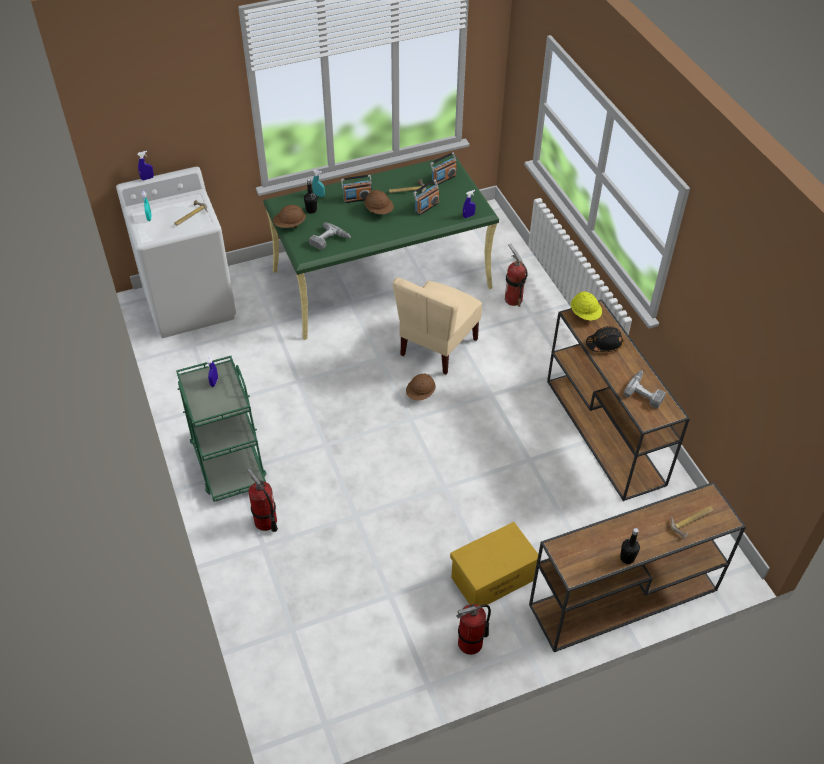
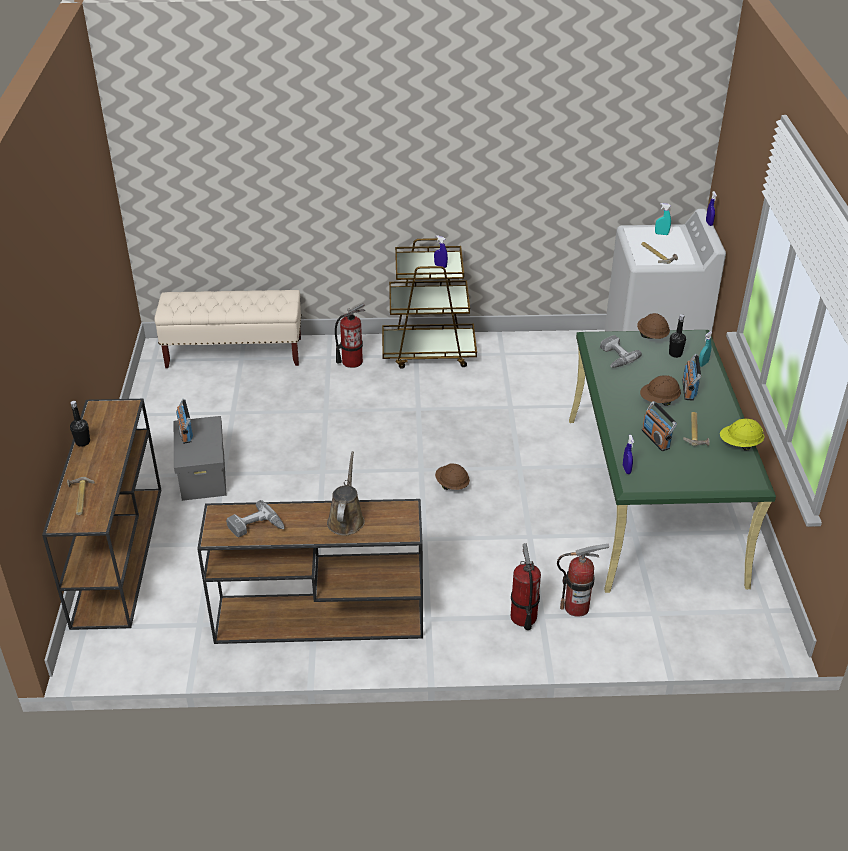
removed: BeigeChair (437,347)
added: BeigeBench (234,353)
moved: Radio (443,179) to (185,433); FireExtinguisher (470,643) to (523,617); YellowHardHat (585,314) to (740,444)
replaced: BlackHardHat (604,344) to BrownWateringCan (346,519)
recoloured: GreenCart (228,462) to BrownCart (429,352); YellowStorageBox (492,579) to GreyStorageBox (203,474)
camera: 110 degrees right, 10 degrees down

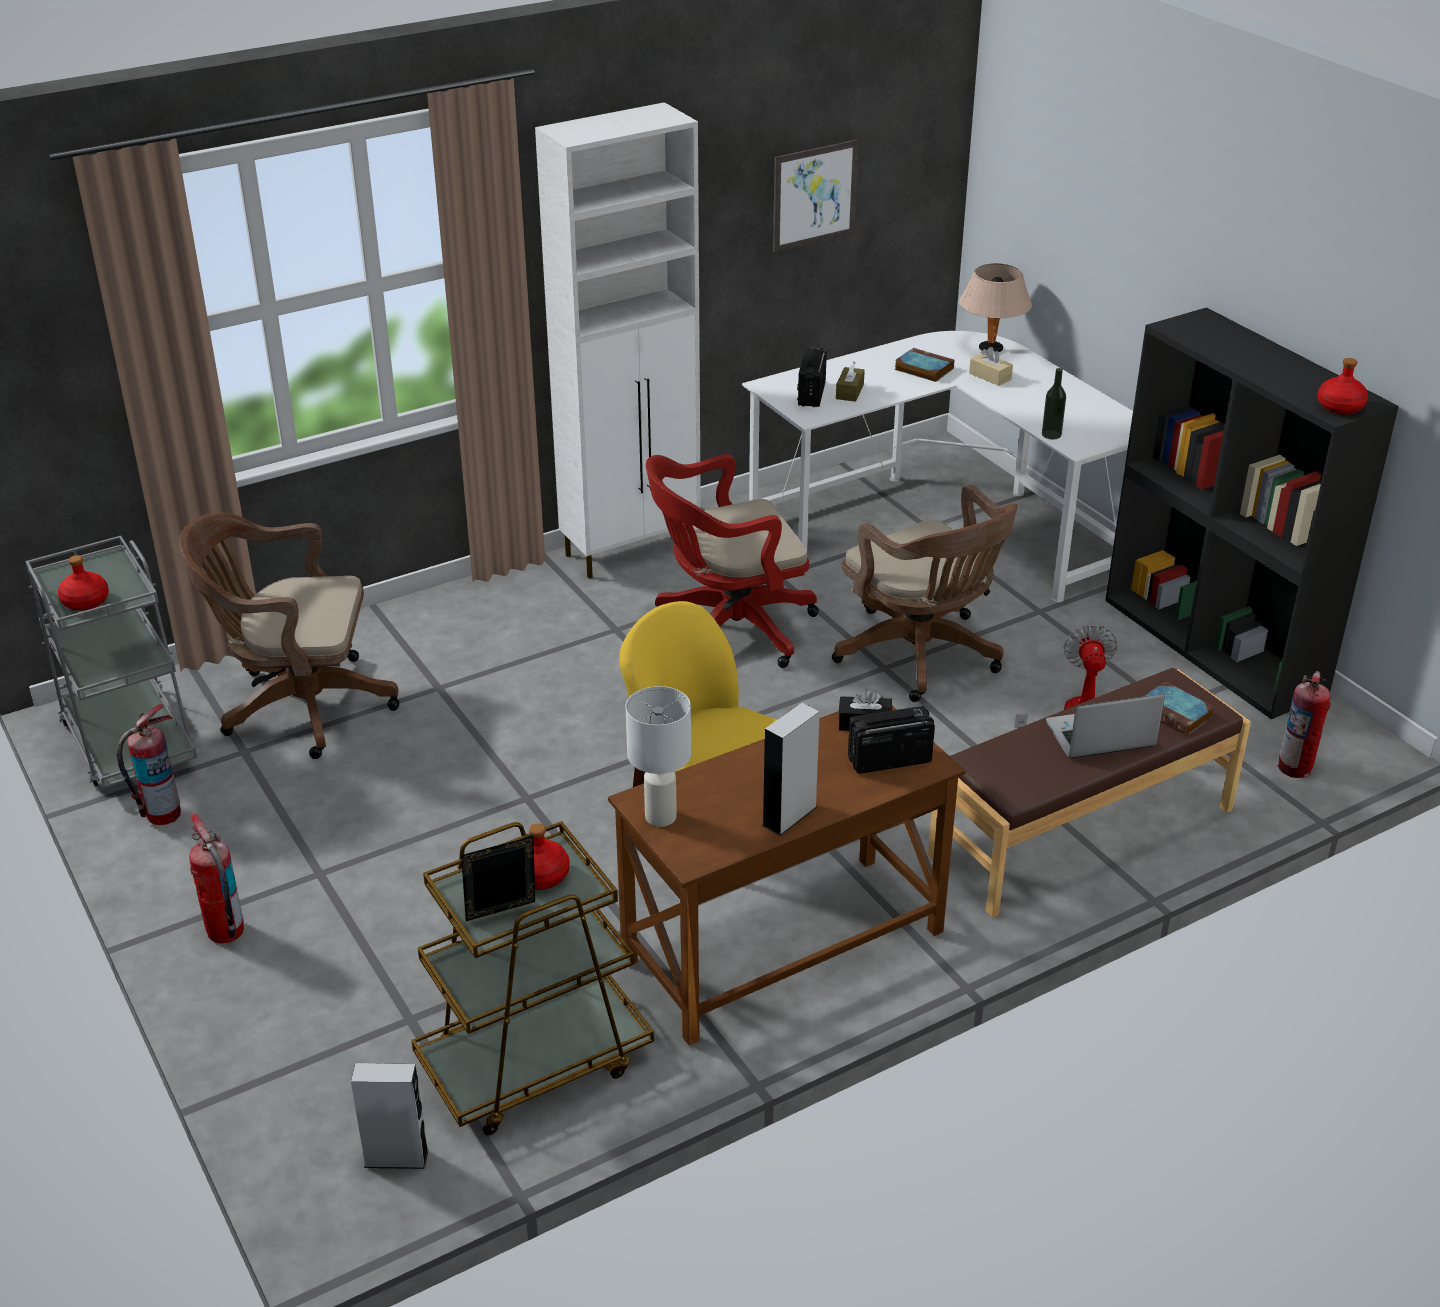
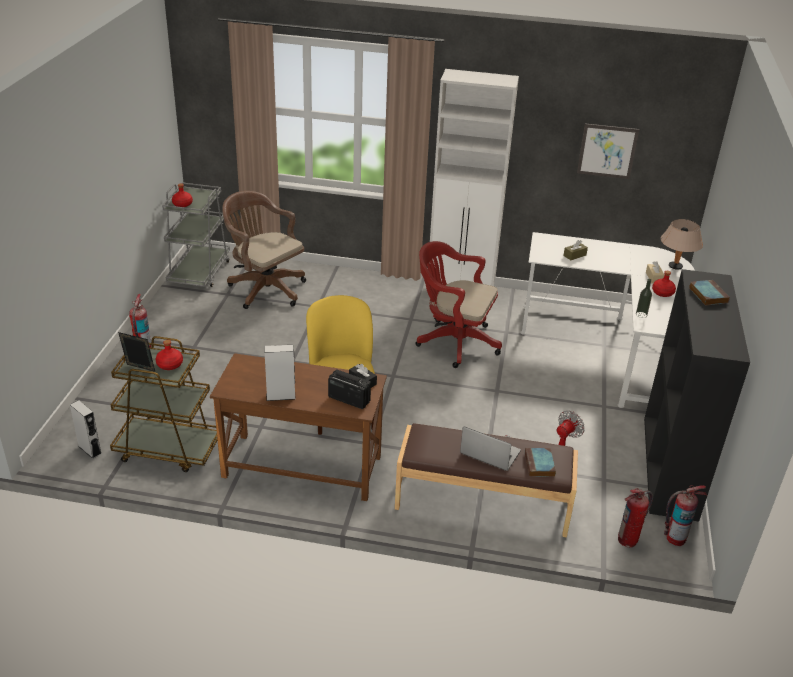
removed: WhiteTableLamp (661,817); Radio (811,394); BrownOfficeChair (922,657)
moved: FireExtinguisher (162,814) to (675,538); Book (922,369) to (707,295); RedBottle (1339,407) to (662,292)
camera: 40 degrees right, 0 degrees up

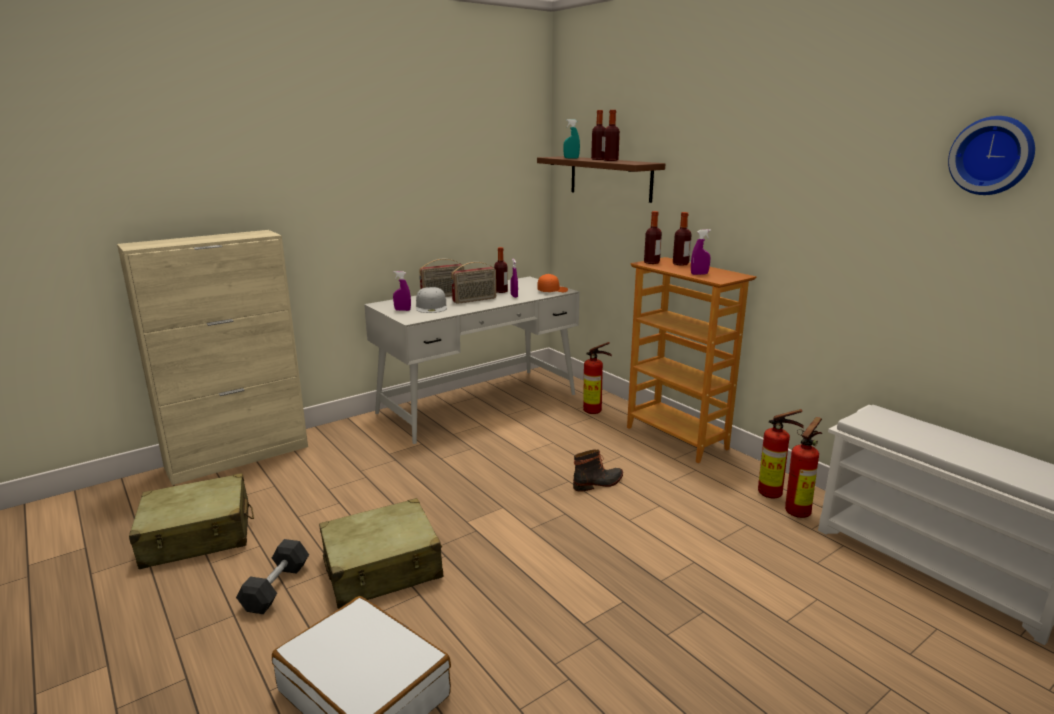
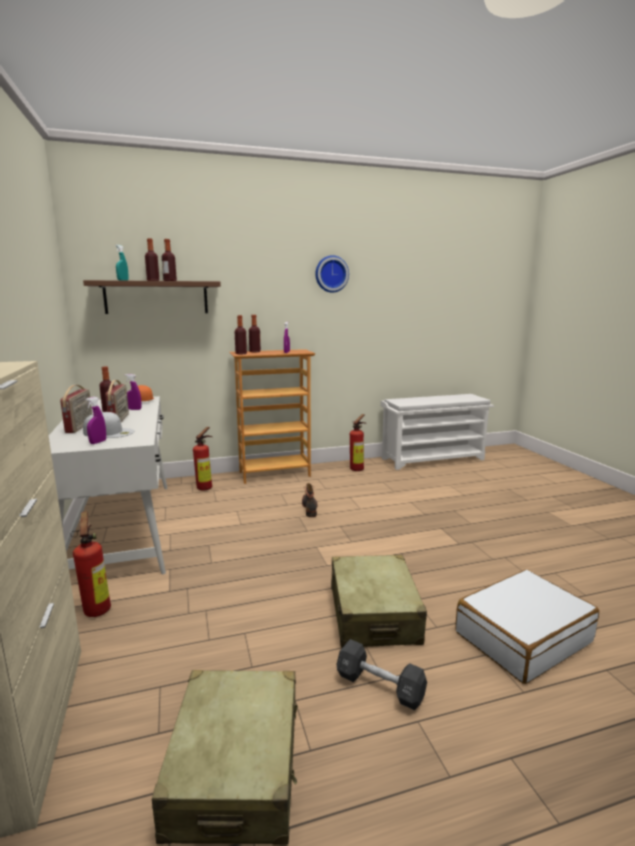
moved: FireExtinguisher (799,511) to (98,608); WallClock (992,155) to (331,274)
camera: 70 degrees left, 5 degrees down

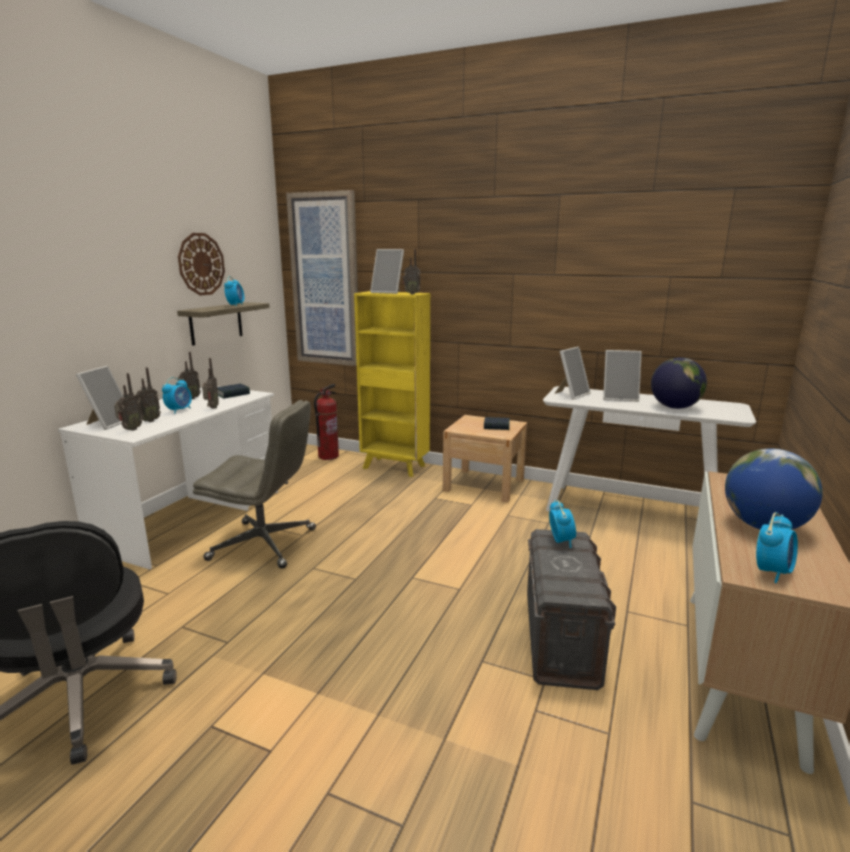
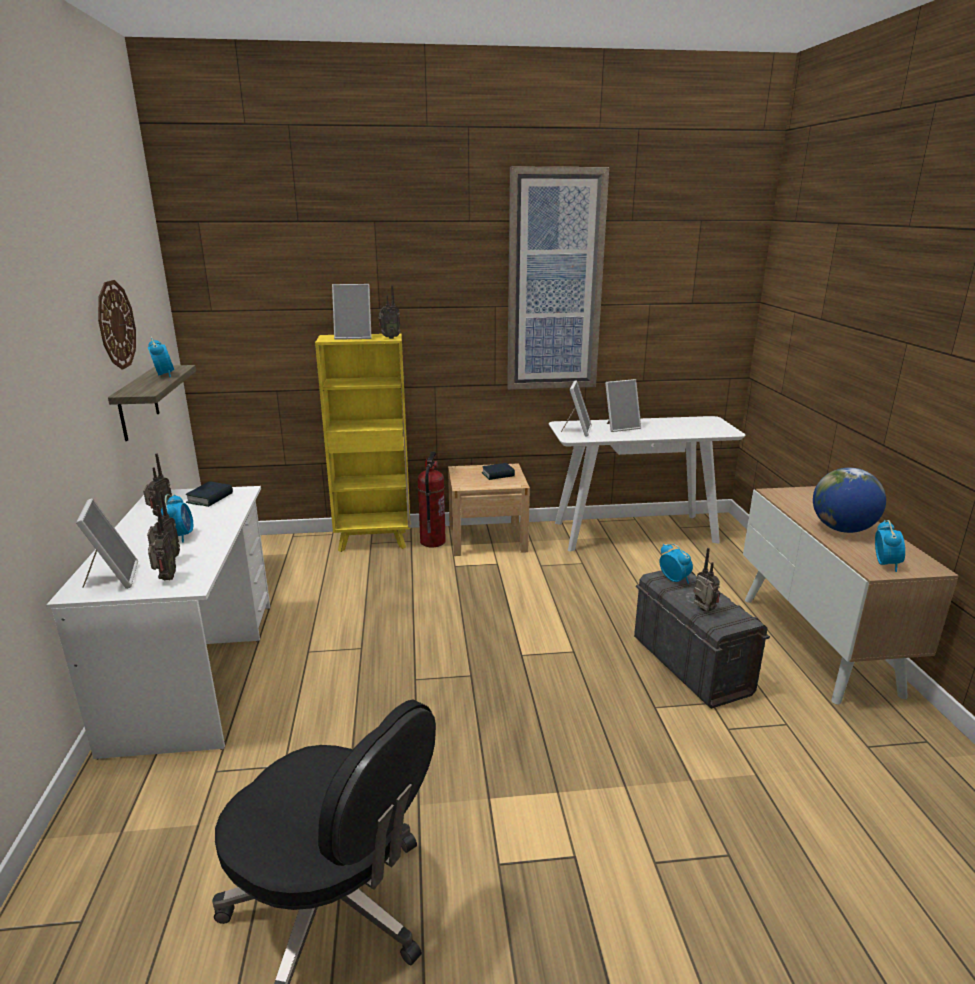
removed: GreyOfficeChair (264,544); Globe (675,407)
moved: Radio (211,408) to (702,611); Picture (325,281) to (554,283); FireExtinguisher (328,456) to (432,542)
camera: 30 degrees left, 5 degrees up

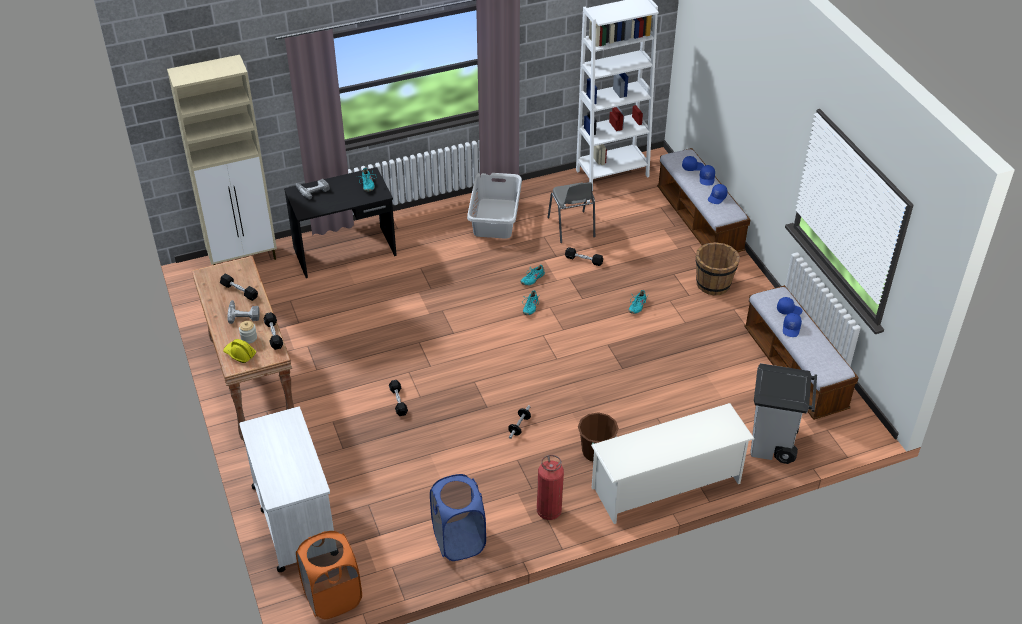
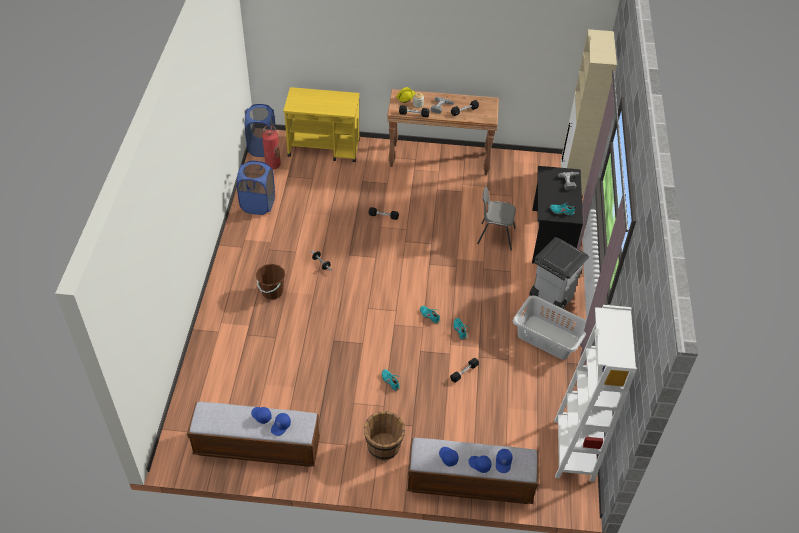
removed: WhiteShoeRack (666,485)
moved: FireExtinguisher (549,511) to (273,165); GreyChair (571,228) to (495,236); GreyTrashCan (773,444) to (550,297)
recoloured: WhiteCart (294,519) to YellowCart (324,148); OrangeLaundryBasket (333,597) to BlueLaundryBasket (262,147)
camera: 115 degrees right, 5 degrees up

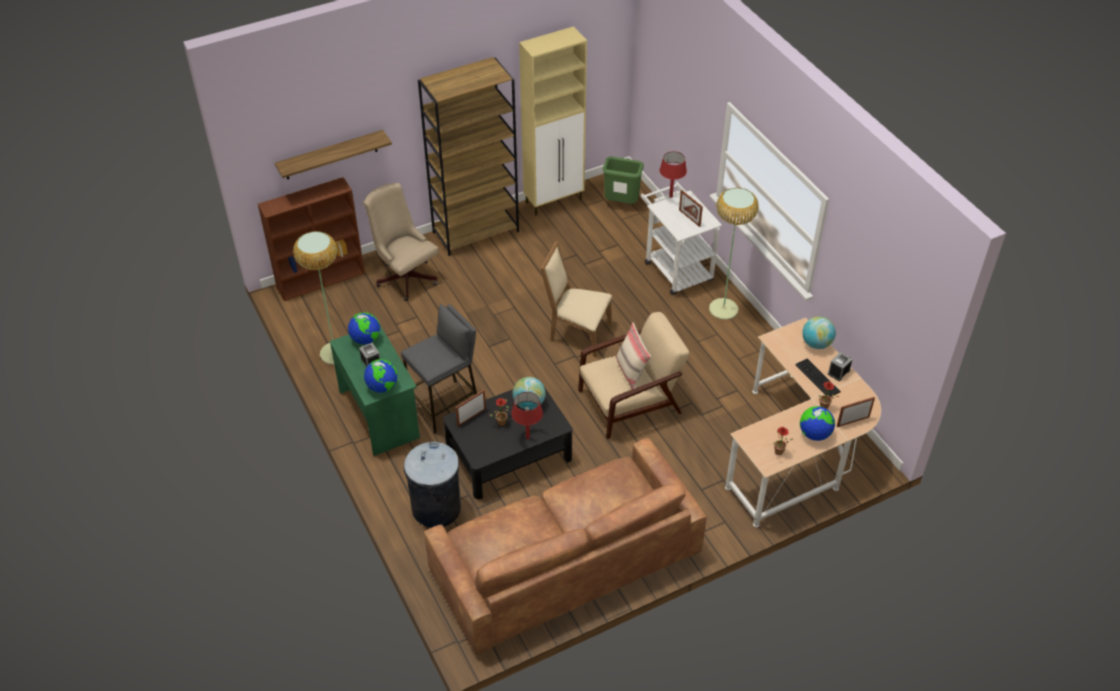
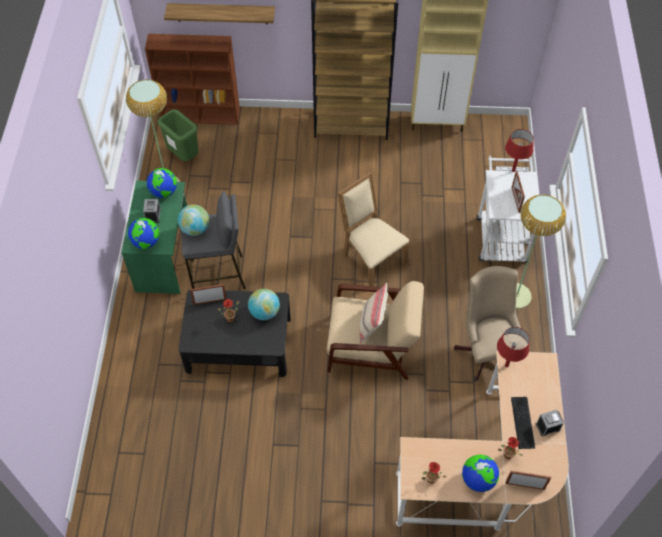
removed: GreyTrashCan (436,508); BrownSofa (565,559)
moved: BeigeOfficeChair (405,276) to (486,350); RedTableLamp (528,437) to (506,365); GreenTrashCan (621,203) to (184,156); Globe (816,344) to (195,229)
camera: 30 degrees right, 10 degrees up

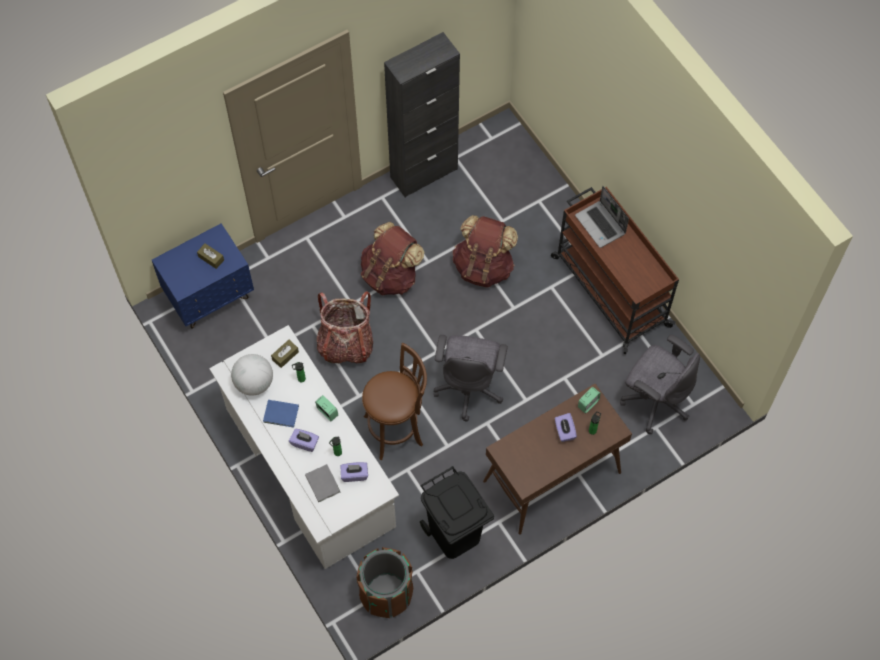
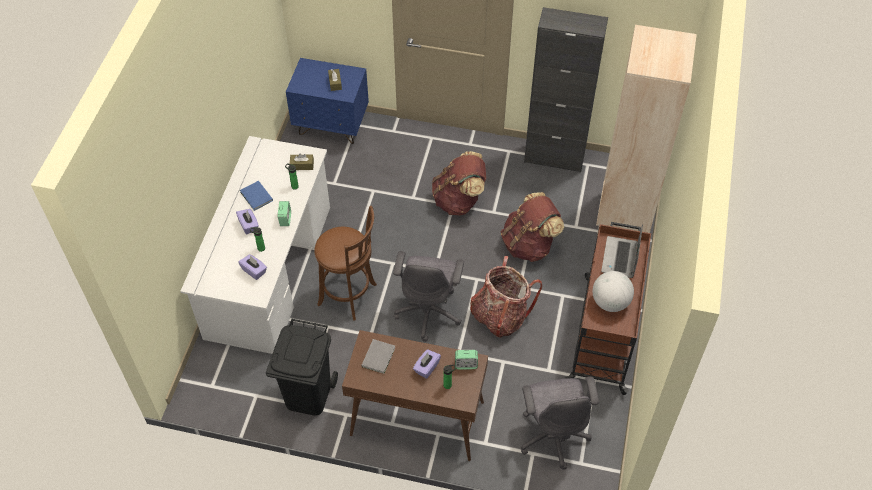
removed: BrownTrashCan (386,593)
added: BeigeBookcase (624,218)
moved: Globe (254,383) to (610,302); GreyBook (323,482) to (379,356); Backpack (346,344) to (500,315)
turned: GreyOfficeChair (469,387) = (429,311) 45 degrees counterclockwise
camera: 45 degrees right, 10 degrees down

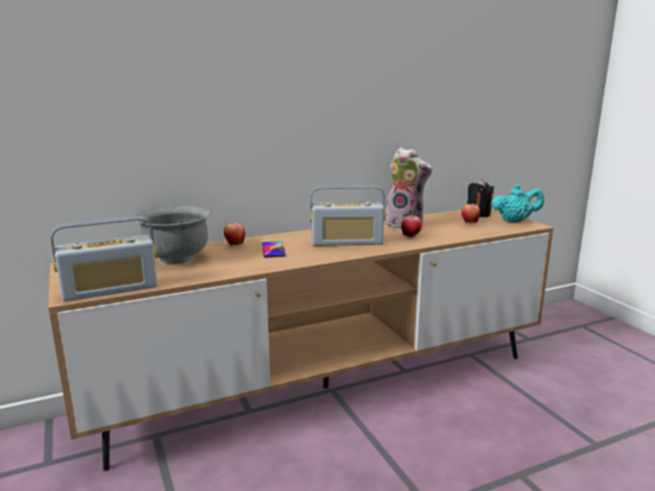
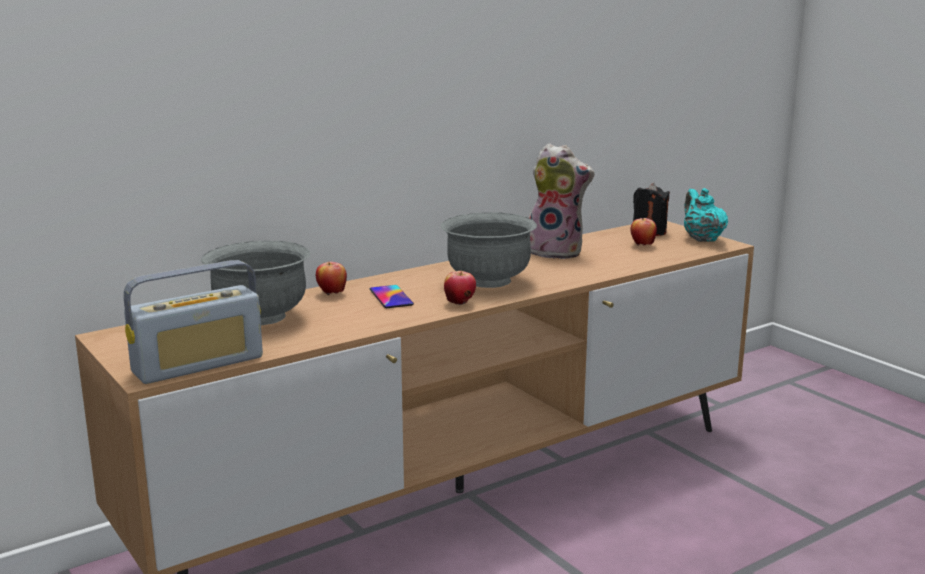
moved: Apple (411,236) to (460,303)
replaced: Radio (347,242) to GreyBowl (488,281)
turned: TurquoiseTeapot (515,221) = (701,239) 90 degrees counterclockwise
camera: 10 degrees left, 0 degrees up

